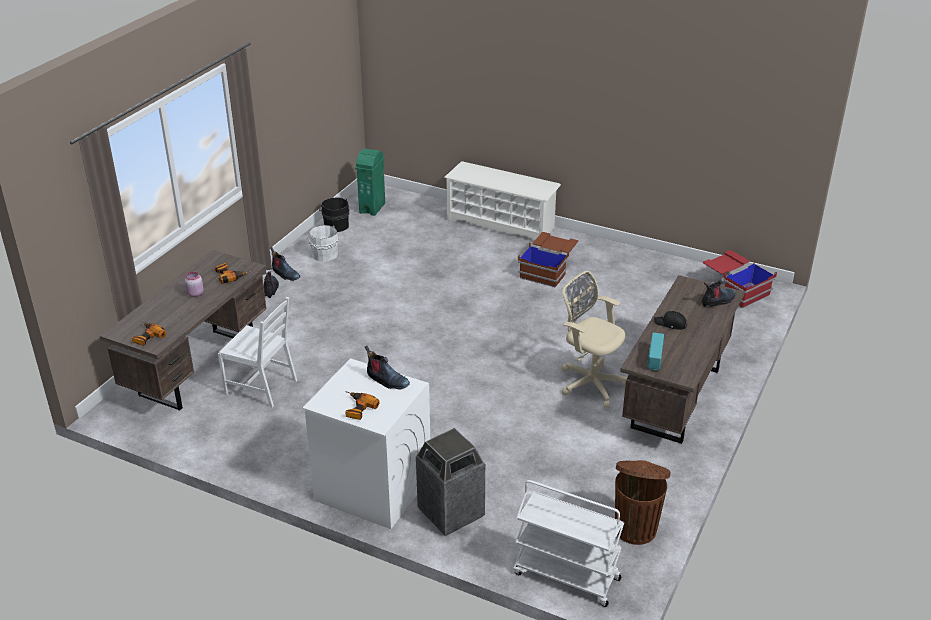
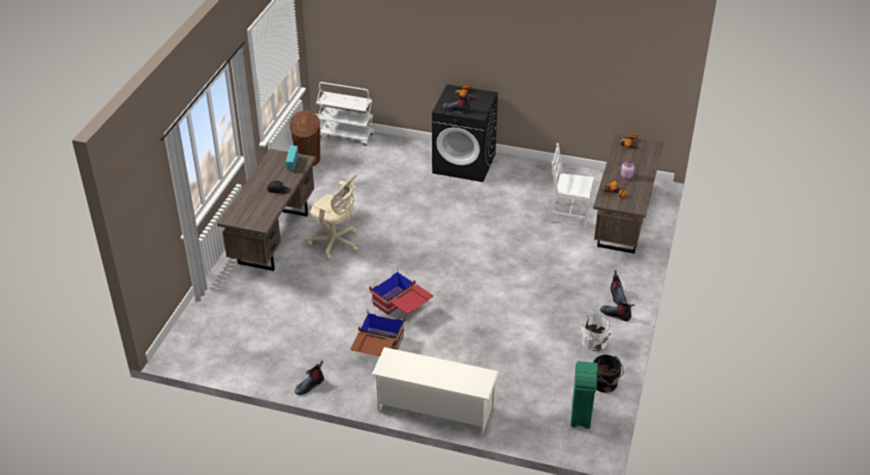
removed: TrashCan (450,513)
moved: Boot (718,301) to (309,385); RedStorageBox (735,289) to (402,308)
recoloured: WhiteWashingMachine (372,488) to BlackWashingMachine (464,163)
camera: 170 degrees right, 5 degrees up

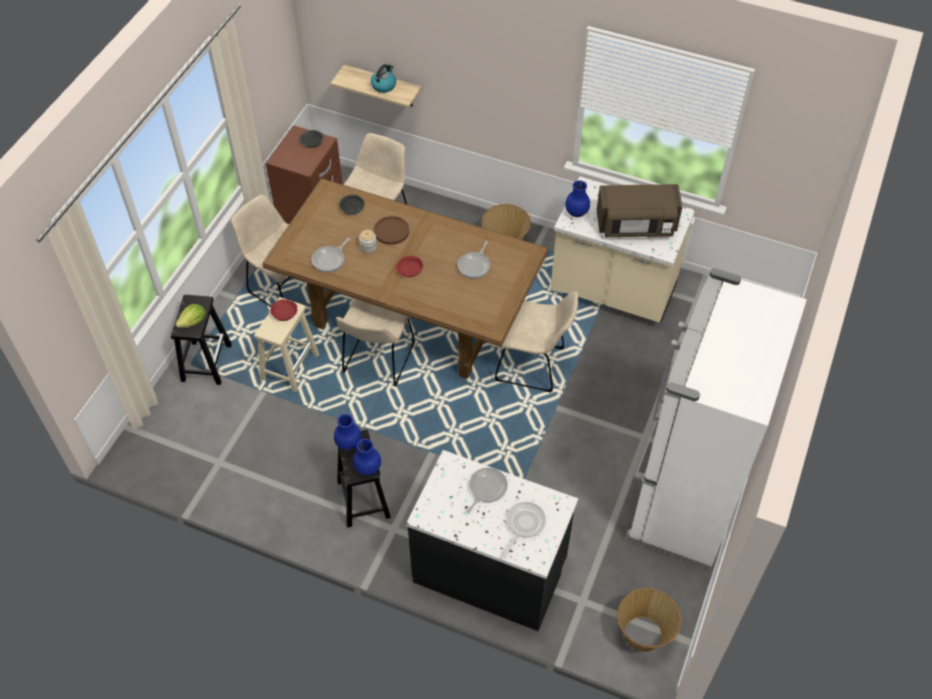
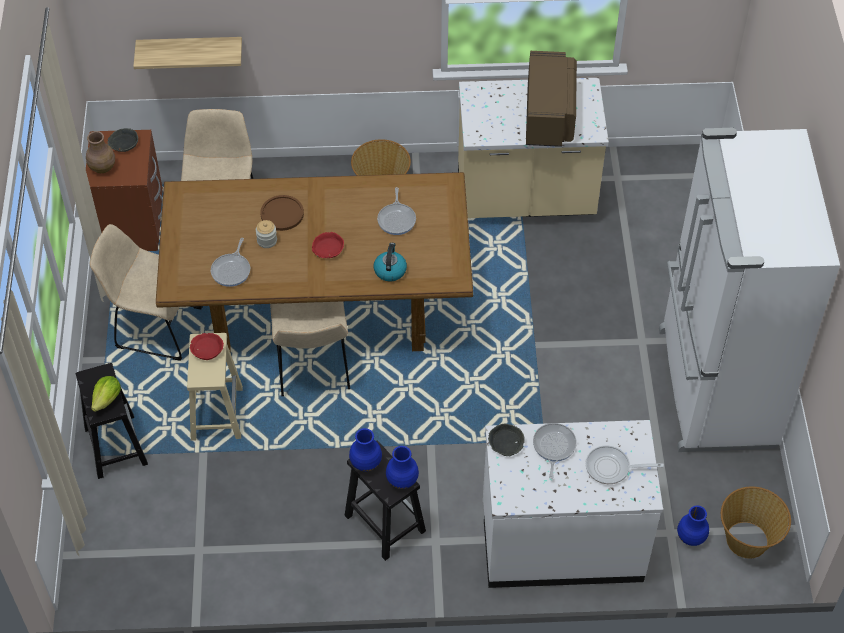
removed: BeigeChair (533,365)
added: BrownVase (103,167)
moved: GreyBowl (352,208) to (506,443); Kettle (384,85) to (390,270); BlueVase (576,213) to (691,537)
recoloured: BlackCounter (490,571) to WhiteCounter (561,542)
turned: FryingPan (523,525) = (612,468) 90 degrees counterclockwise; BrownMicrowave (636,226) = (549,115) 60 degrees counterclockwise
camera: 25 degrees left, 0 degrees up

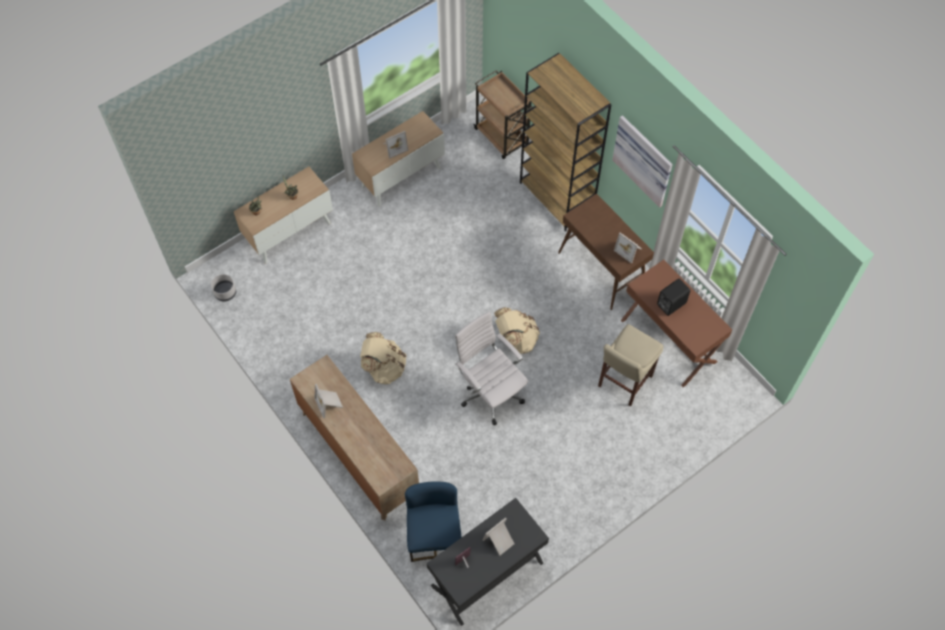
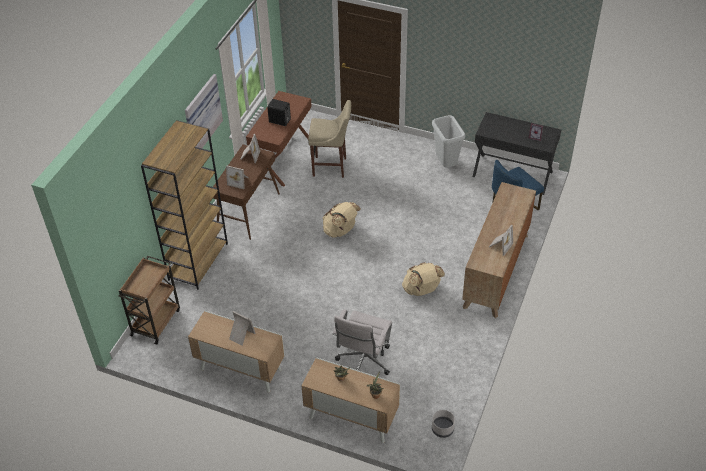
added: GreyTrashCan (446,165)
moved: WhiteOfficeChair (490,392) to (363,362); PictureFrame (500,541) to (239,181)
camera: 120 degrees left, 15 degrees down

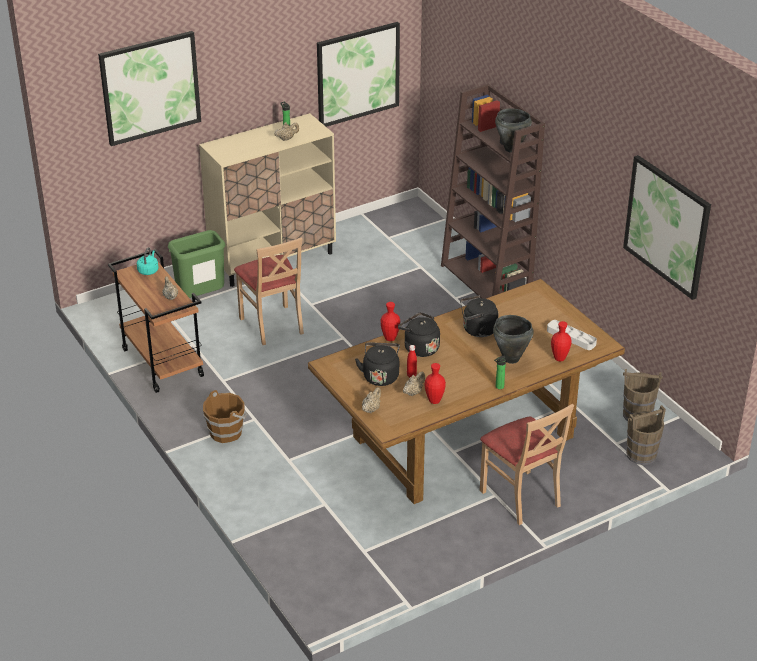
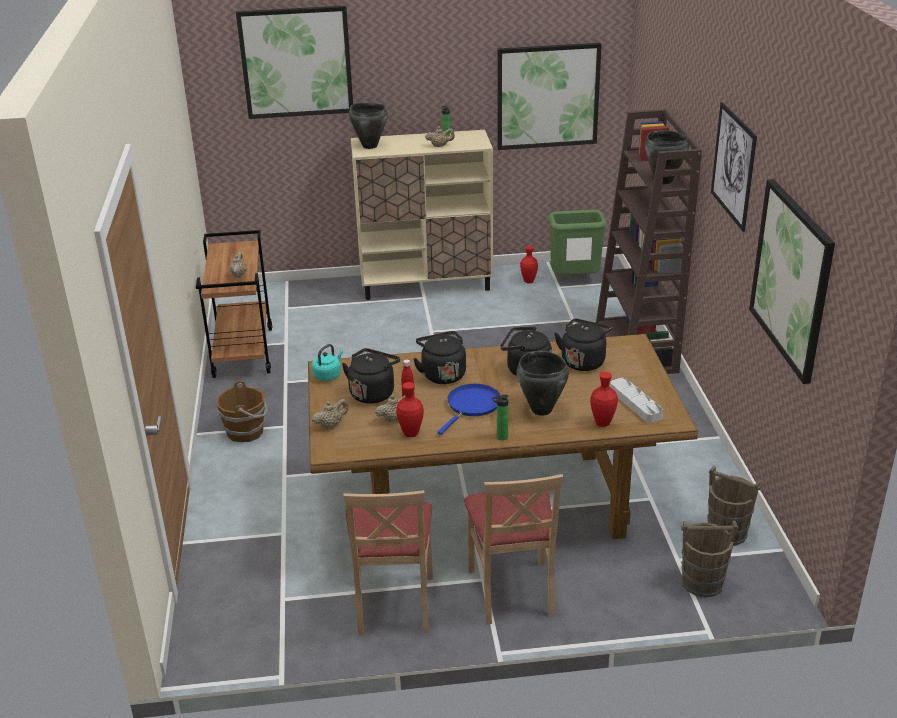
added: BlackCookingPot (369,146); BlueFryingPan (472,406); BlackKettle (583,361); Picture (733,165)
moved: TurquoiseKettle (148,270) to (328,375); GreenTrashCan (201,299) to (574,281); BeigeChair (272,325) to (393,604); RedVase (390,338) to (528,281)
camera: 25 degrees right, 5 degrees down

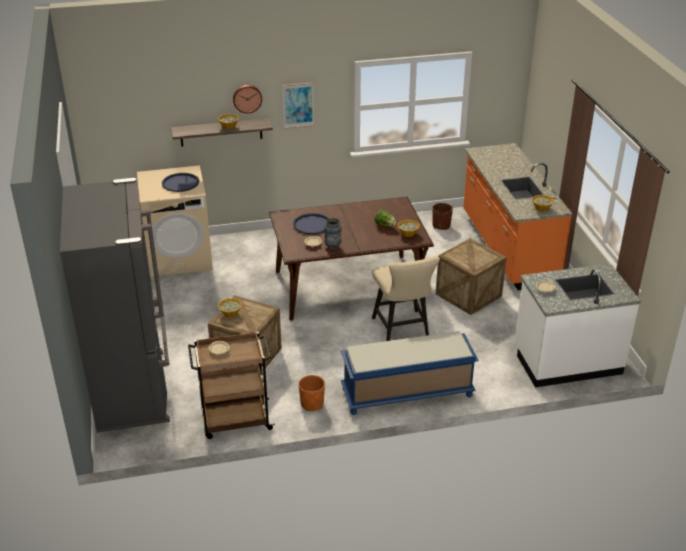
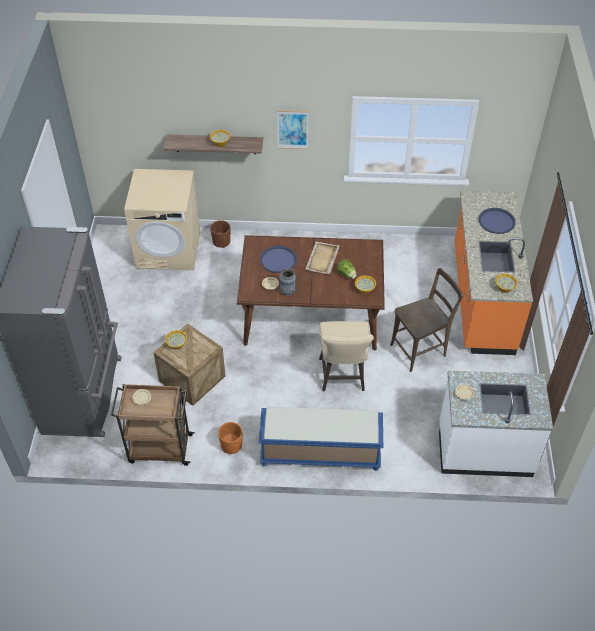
removed: WallClock (247,98)
added: BeigeTray (322,259)
moved: BlueTray (180,183) to (496,221); BrownPlanter (441,226) to (221,242)
replaced: Crate (468,295) to BrownChair (420,349)
camera: 15 degrees right, 15 degrees up

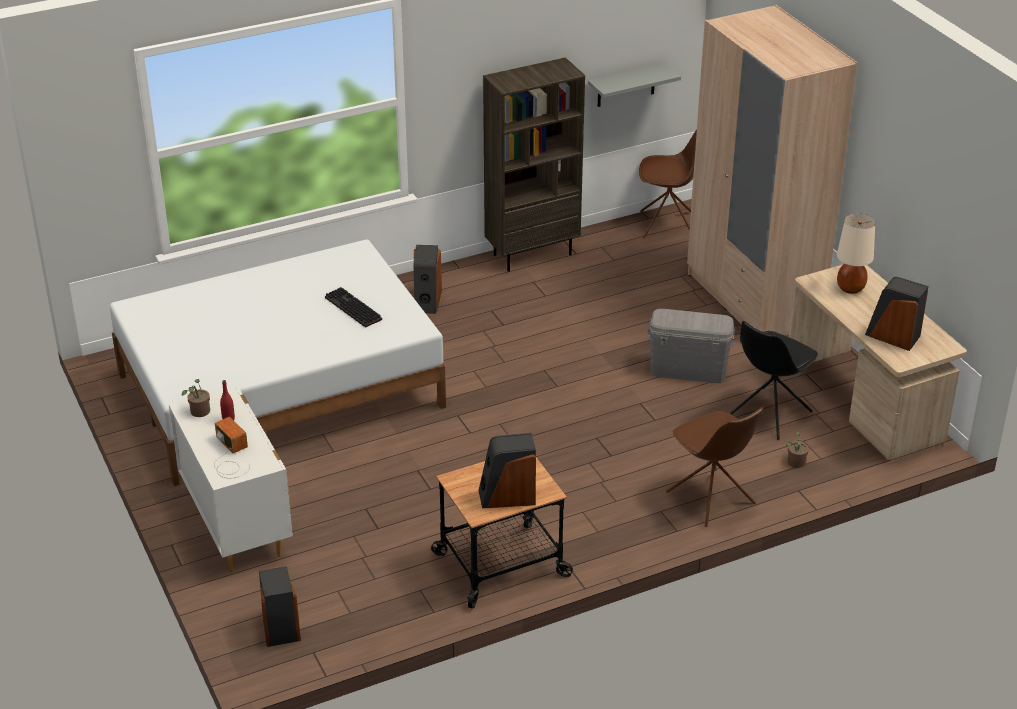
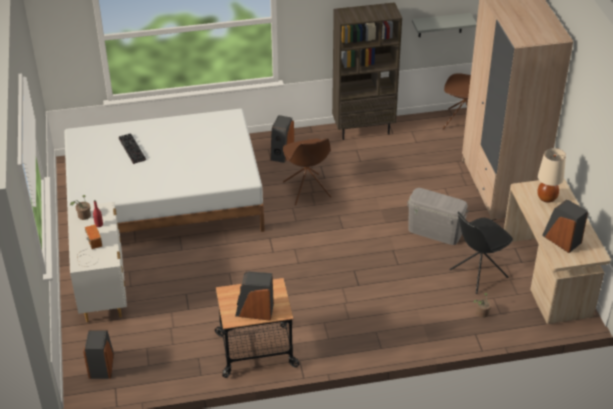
moved: Keyboard (351,309) to (131,149); BrownChair (711,499) to (307,190)
camera: 15 degrees right, 5 degrees up

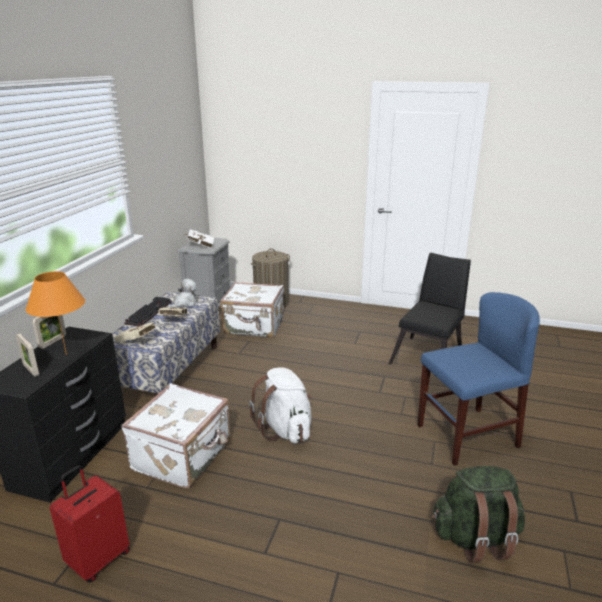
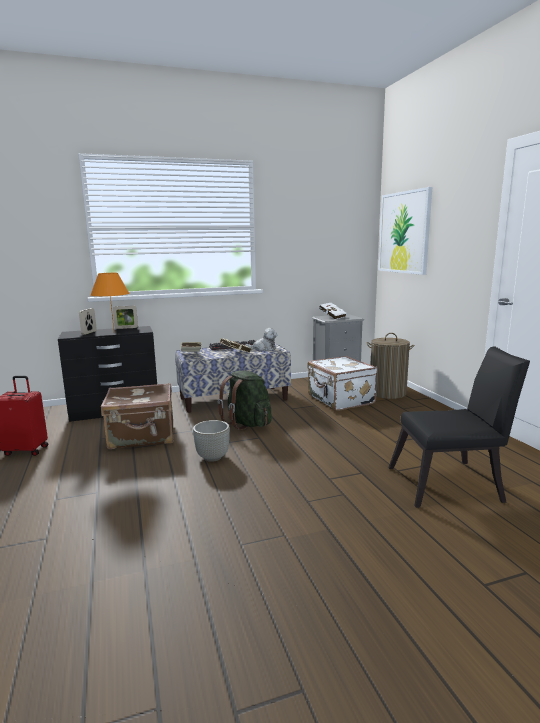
removed: BlueChair (467,436)
added: Picture (404,232)
moved: GreenBackpack (475,538) to (247,424)
replaced: WhiteBackpack (285,429) to GreyPlanter (212,457)
recoloured: WhiteSuitcase (183,456) to BrownSuitcase (142,436)
camera: 55 degrees right, 10 degrees down

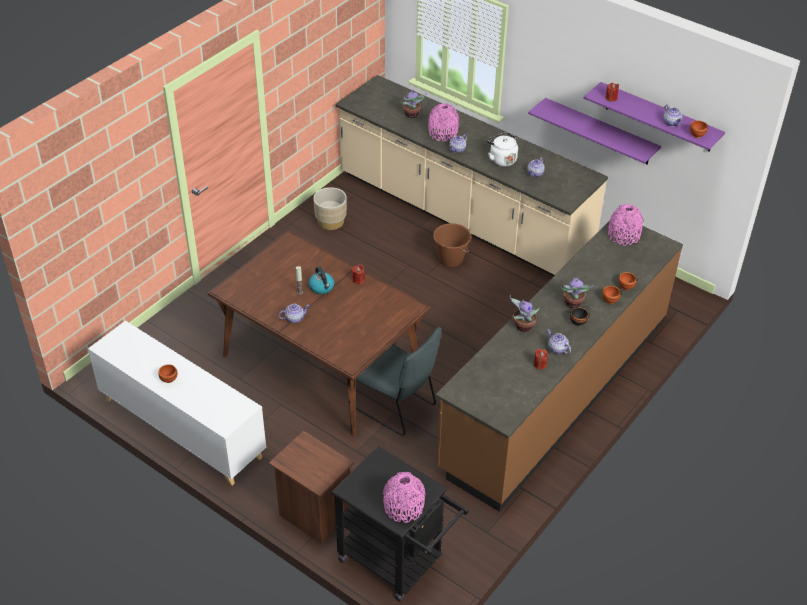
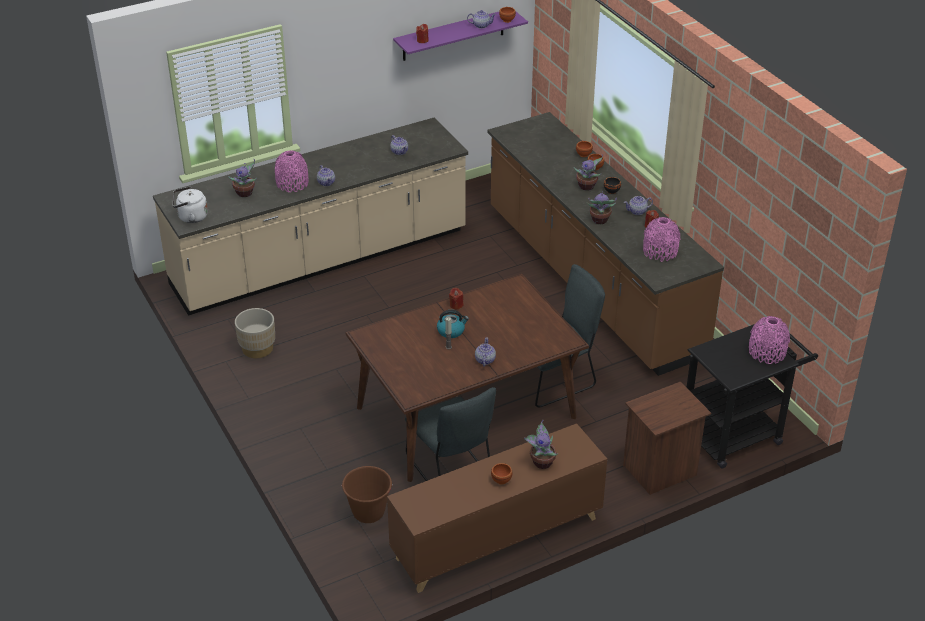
removed: PurpleShelf (600,132)
added: GreyChair (451,470); PottedPlant (541,462)
moved: BrownBucket (450,259) to (368,512); WhiteKettle (501,159) to (190,217); PinkVase (623,235) to (660,251)
recoloured: WhiteCabinet (181,428) to BrownCabinet (496,539)
camera: 65 degrees left, 5 degrees down

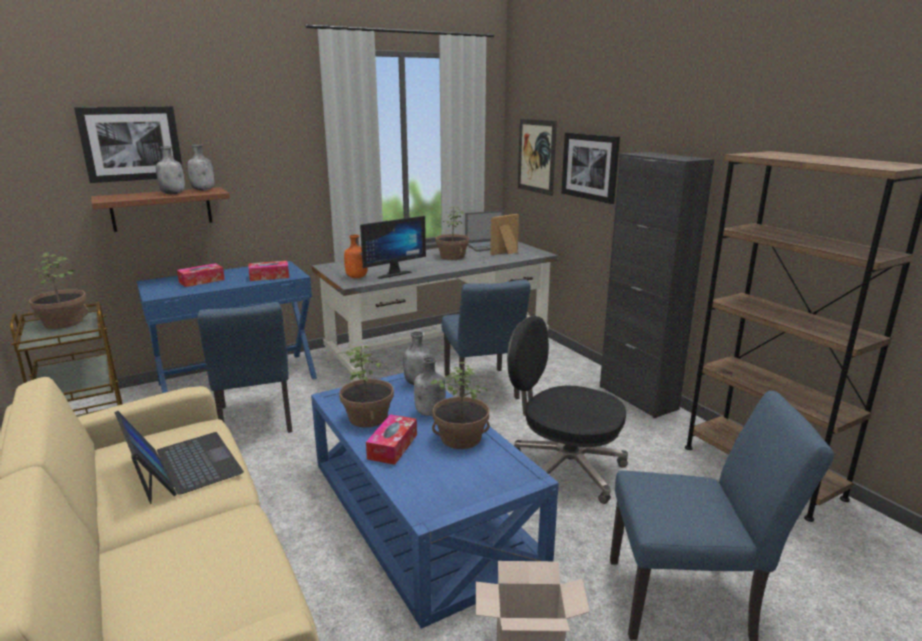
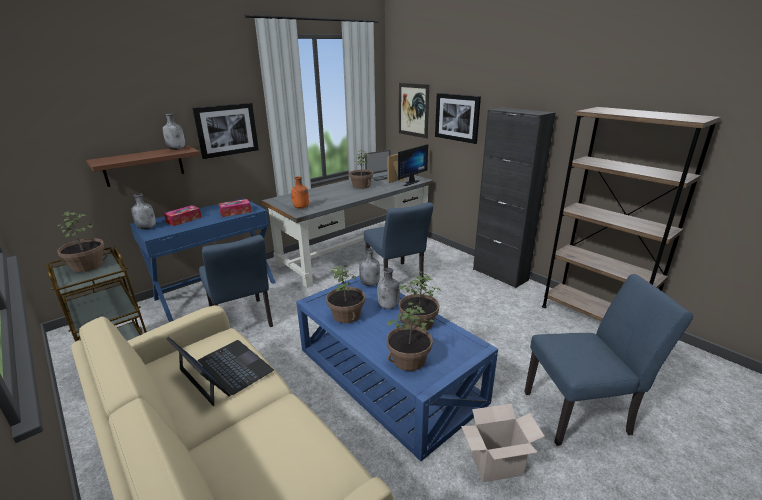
removed: TissueBox (392,446); BlackOfficeChair (564,468)
added: PottedPlant (409,359)
moved: Picture (131,143) to (227,130); GreyBottle (173,193) to (147,228); Monitor (392,274) to (409,182)
camera: 10 degrees left, 5 degrees up

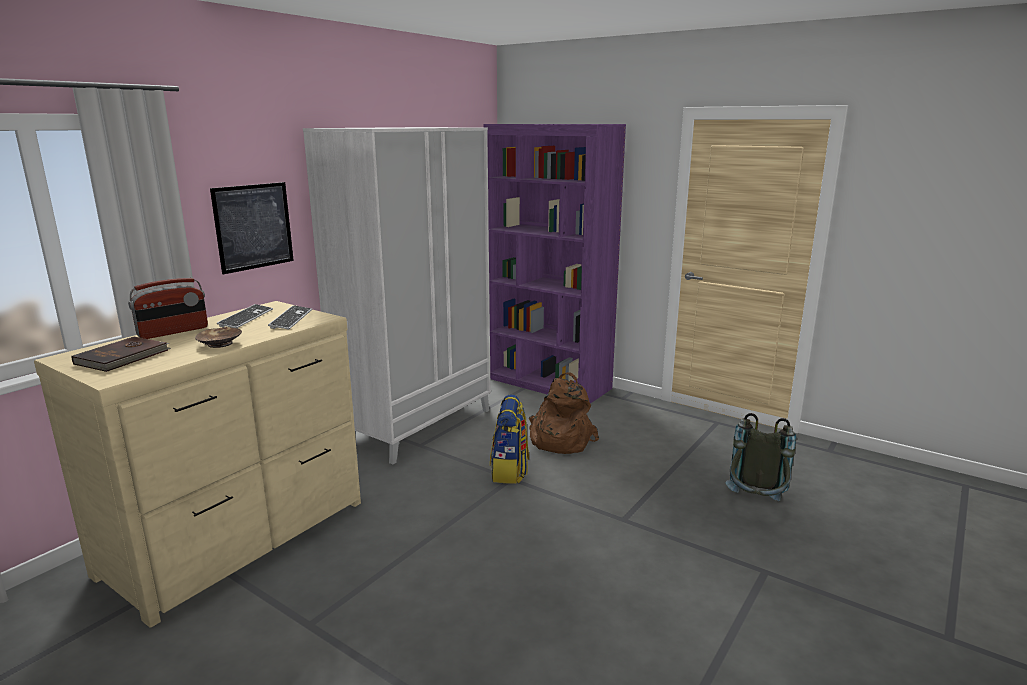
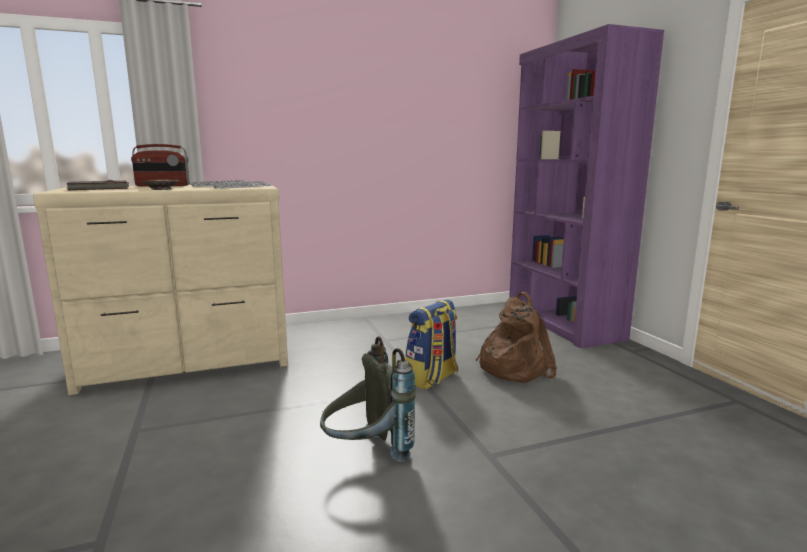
removed: Picture (253,226); WhiteWardrobe (416,424)
moved: GreyBackpack (755,505) to (366,455)
camera: 35 degrees right, 5 degrees down

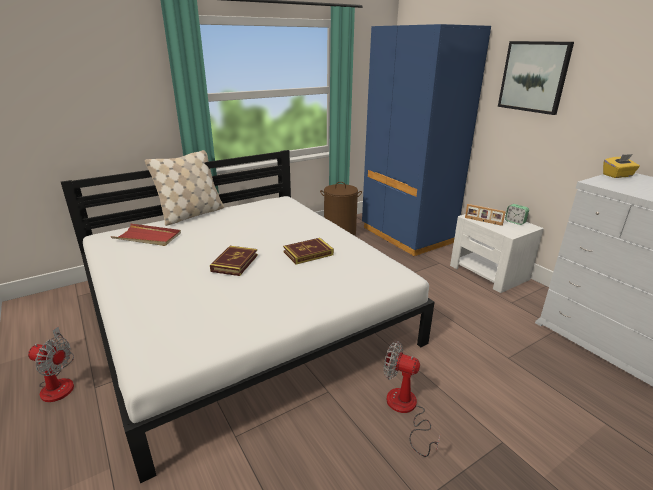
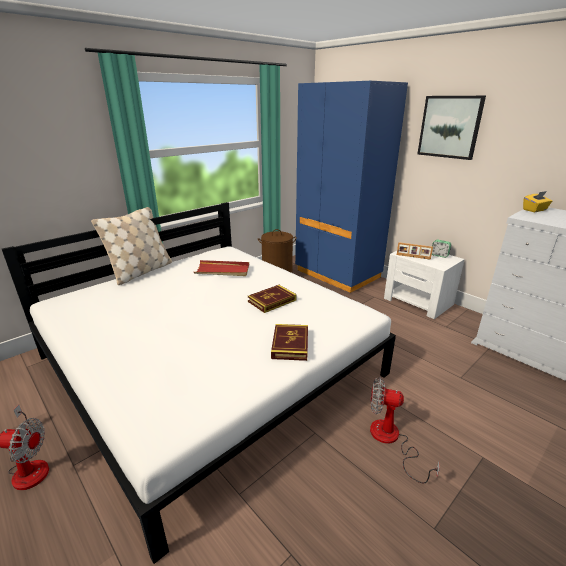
moved: RedTray (148,237) to (223,270); Book (235,263) to (290,344)
camera: 10 degrees left, 0 degrees up

